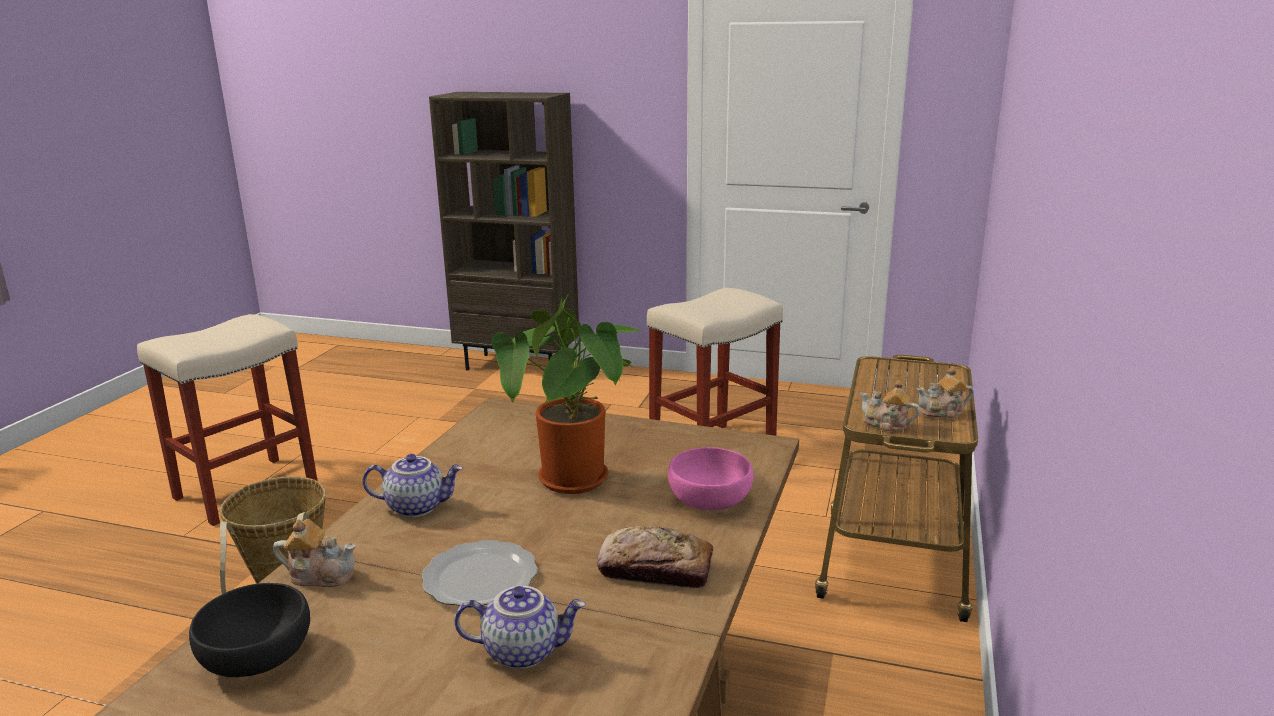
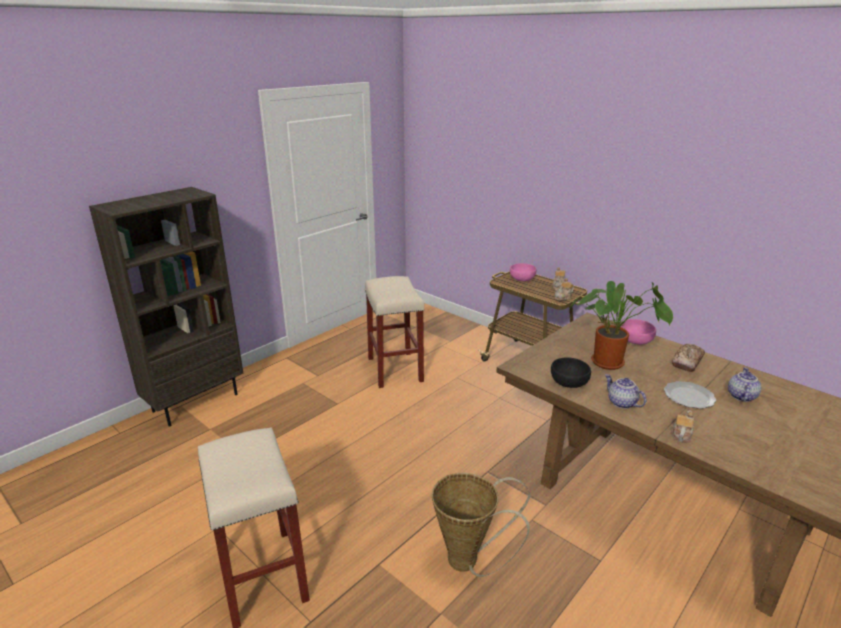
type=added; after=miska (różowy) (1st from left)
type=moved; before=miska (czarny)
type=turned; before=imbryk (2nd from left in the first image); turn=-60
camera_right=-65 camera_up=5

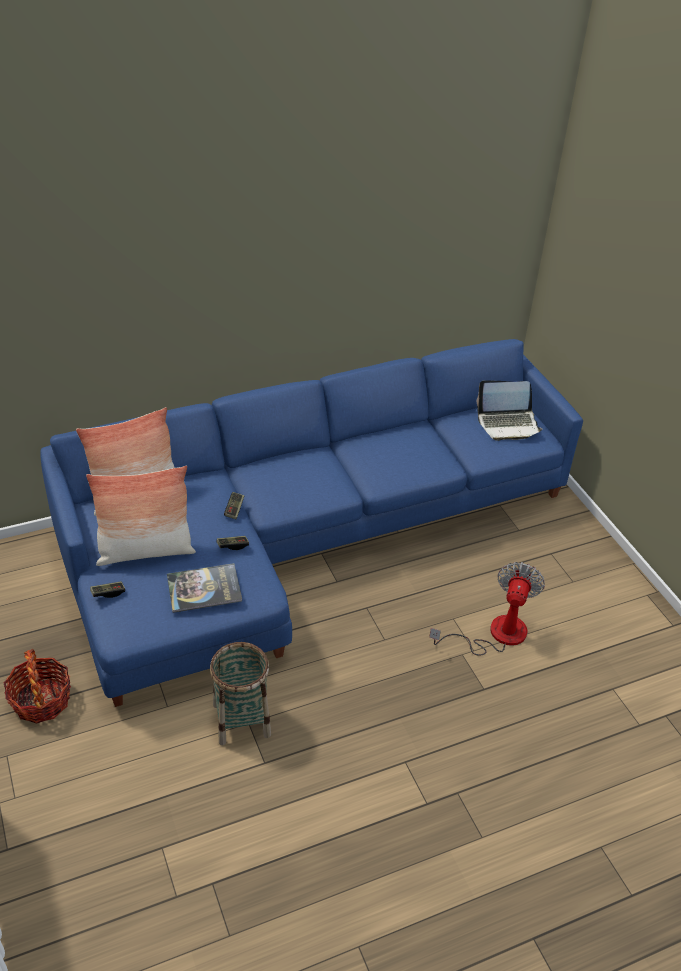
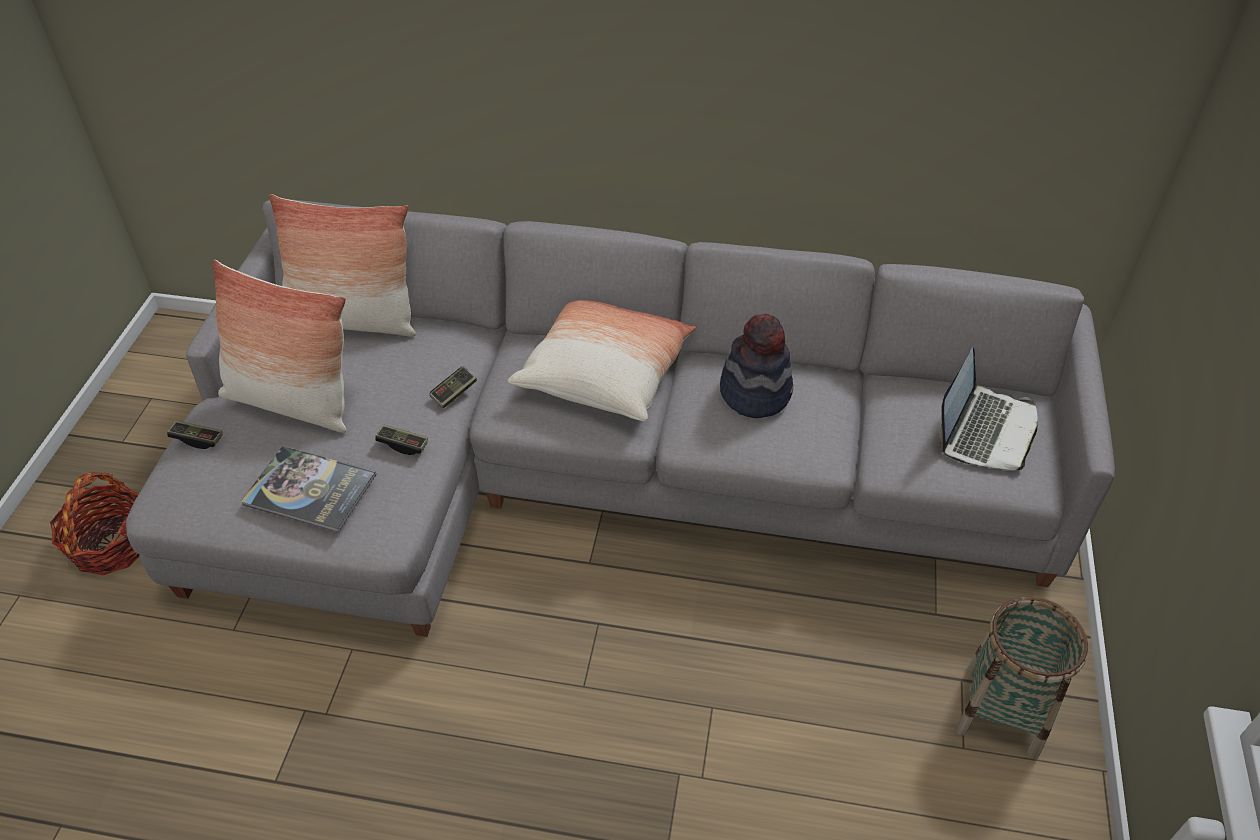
type=removed; before=wentylator
type=added; after=poduszka (3rd from left)
type=added; after=kapelusz
type=moved; before=koszyk (2nd from left)
type=recoloured; before=kanapa (niebieski); after=kanapa (szary)
type=turned; before=laptop; turn=-90
camera_right=35 camera_up=5

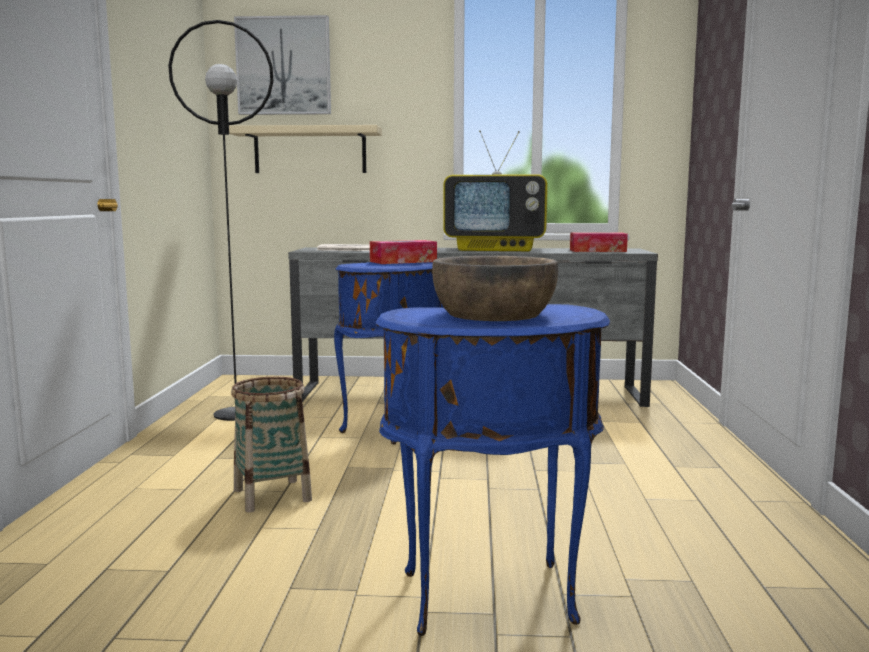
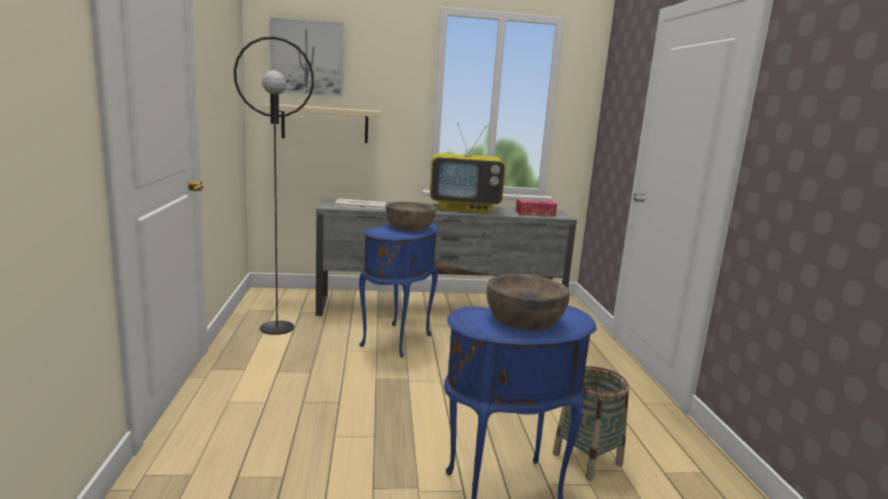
type=moved; before=koszyk
type=replaced; before=pudełko chusteczek (1st from left); after=miska (brązowy) (1st from left)
camera_right=-10 camera_up=5

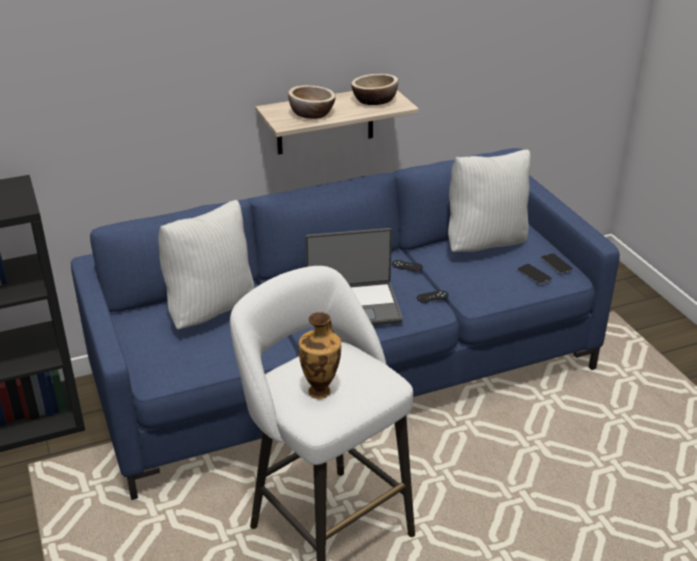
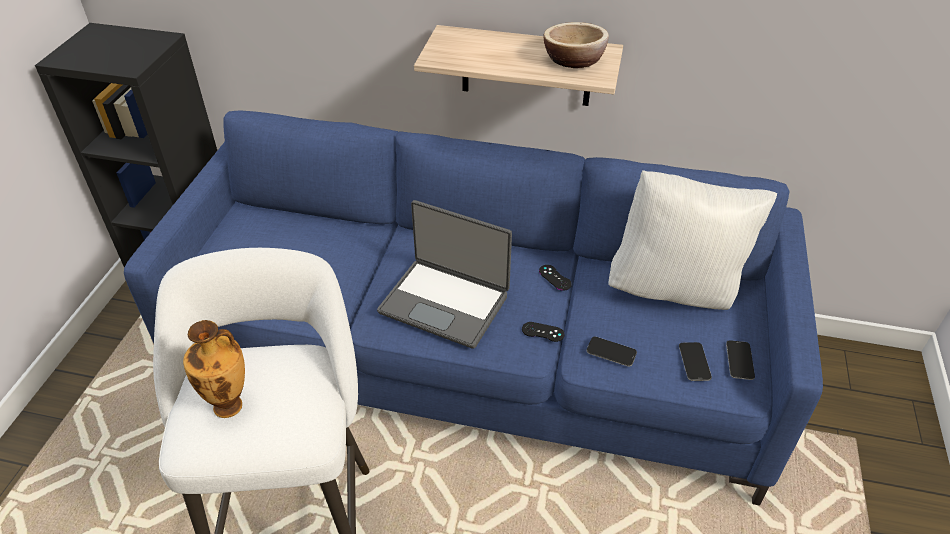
type=removed; before=poduszka (biały) (1st from left)
type=removed; before=miska (1st from left)
type=added; after=telefon (1st from left)
camera_right=35 camera_up=10

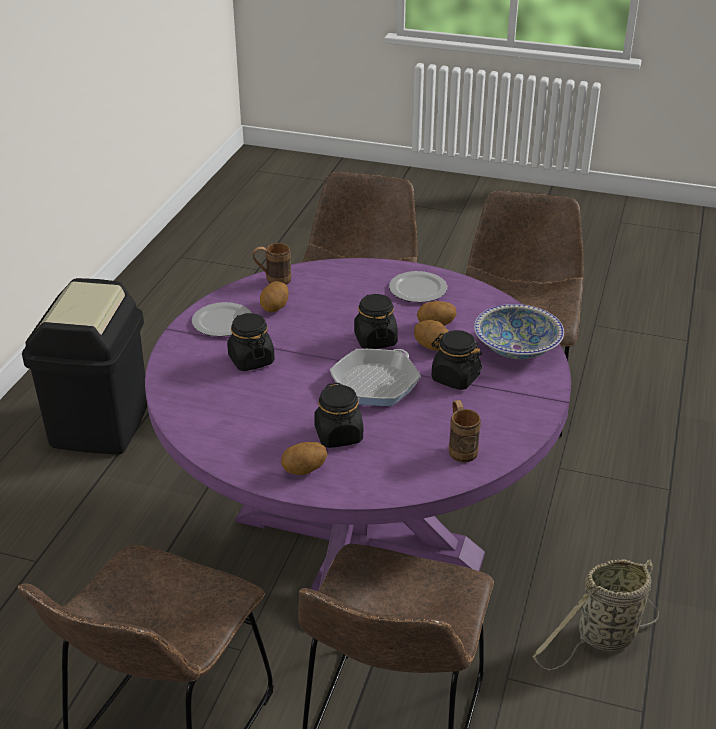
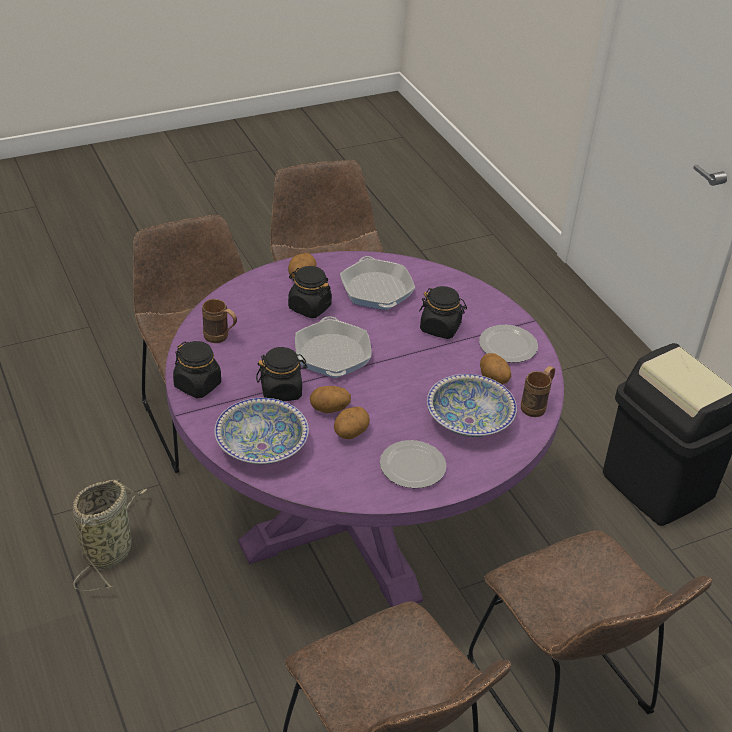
type=added; after=patelnia (2nd from left)
type=added; after=miska (2nd from left)
type=moved; before=słoik (czarny) (3rd from left in the first image); after=słoik (czarny) (1st from left)
camera_right=135 camera_up=5

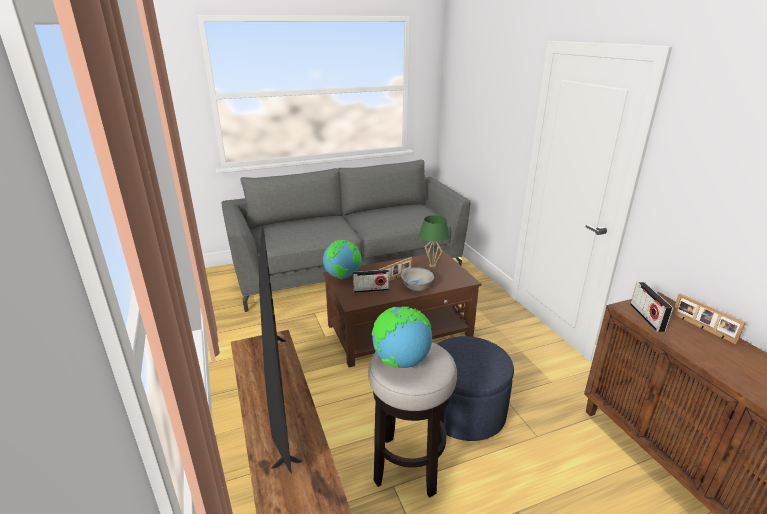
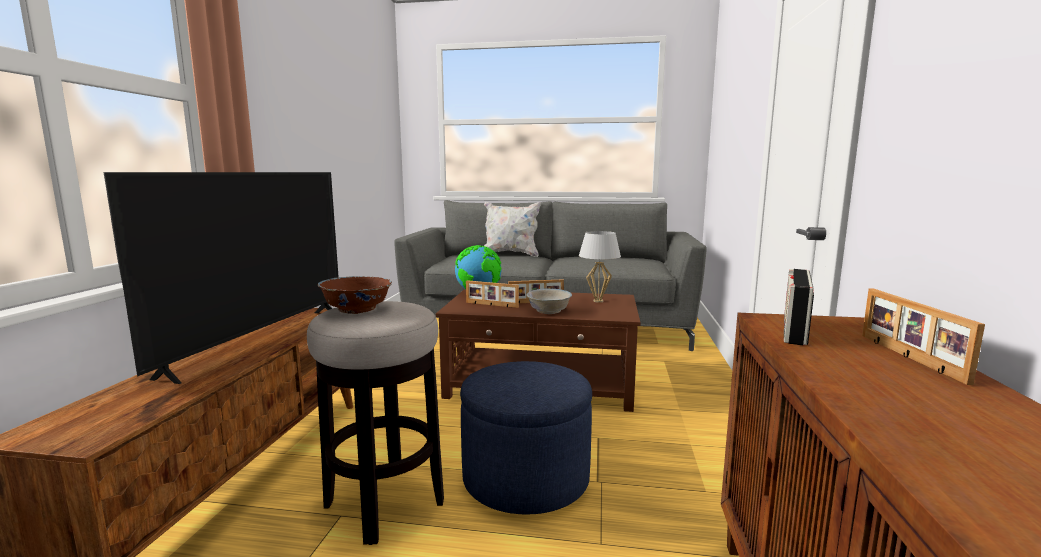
type=added; after=poduszka (biały)
type=replaced; before=radio (1st from left); after=ramka na zdjęcie (1st from left)
type=replaced; before=globus (2nd from left); after=miska (brązowy)
type=recoloured; before=lampa stołowa (zielony); after=lampa stołowa (biały)
camera_right=30 camera_up=-15

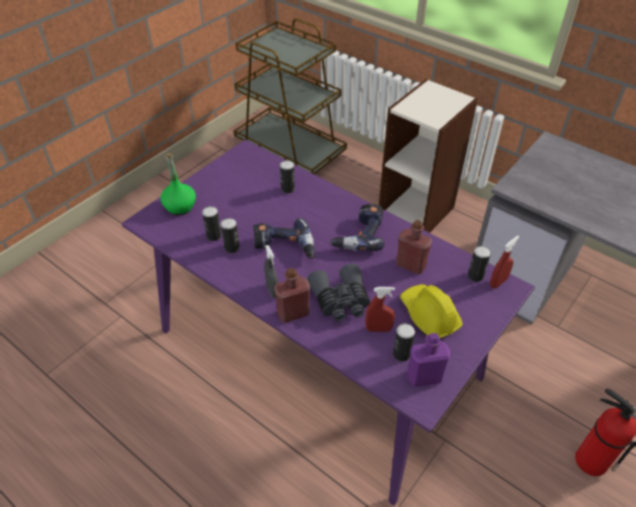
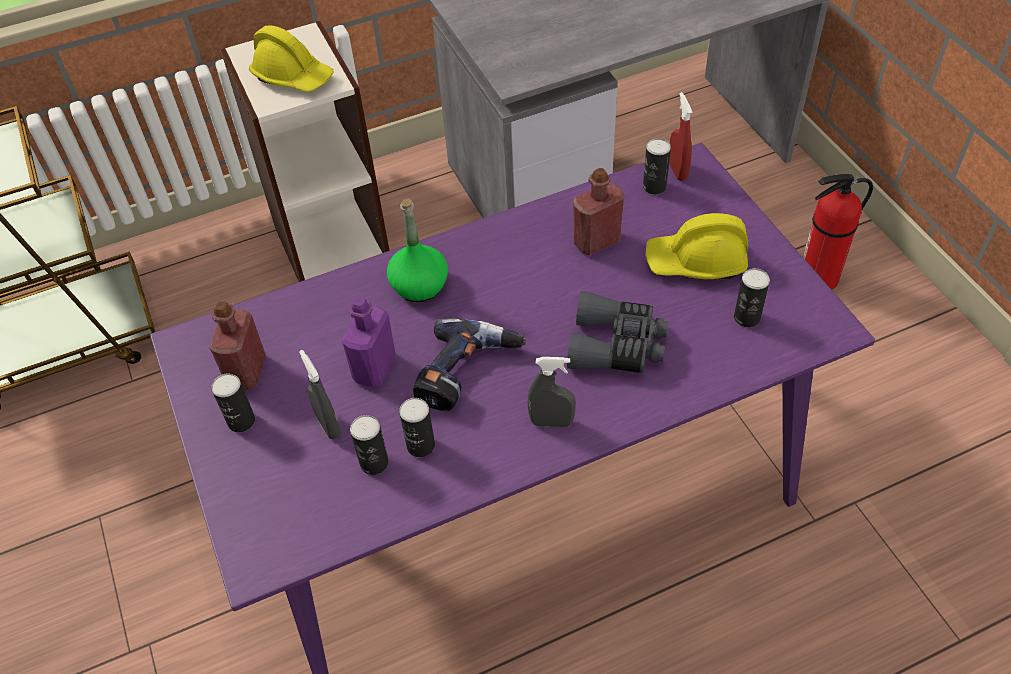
type=removed; before=wiertarka (2nd from left)
type=removed; before=spryskiwacz (czerwony) (1st from left)
type=added; after=kask (żółty) (1st from left)
type=added; after=spryskiwacz (szary) (1st from left)
type=moved; before=butelka (zielony)
type=moved; before=butelka (czerwony) (1st from left)
type=moved; before=puszka (3rd from left in the first image); after=puszka (1st from left)
type=moved; before=butelka (fioletowy)
camera_right=-60 camera_up=5

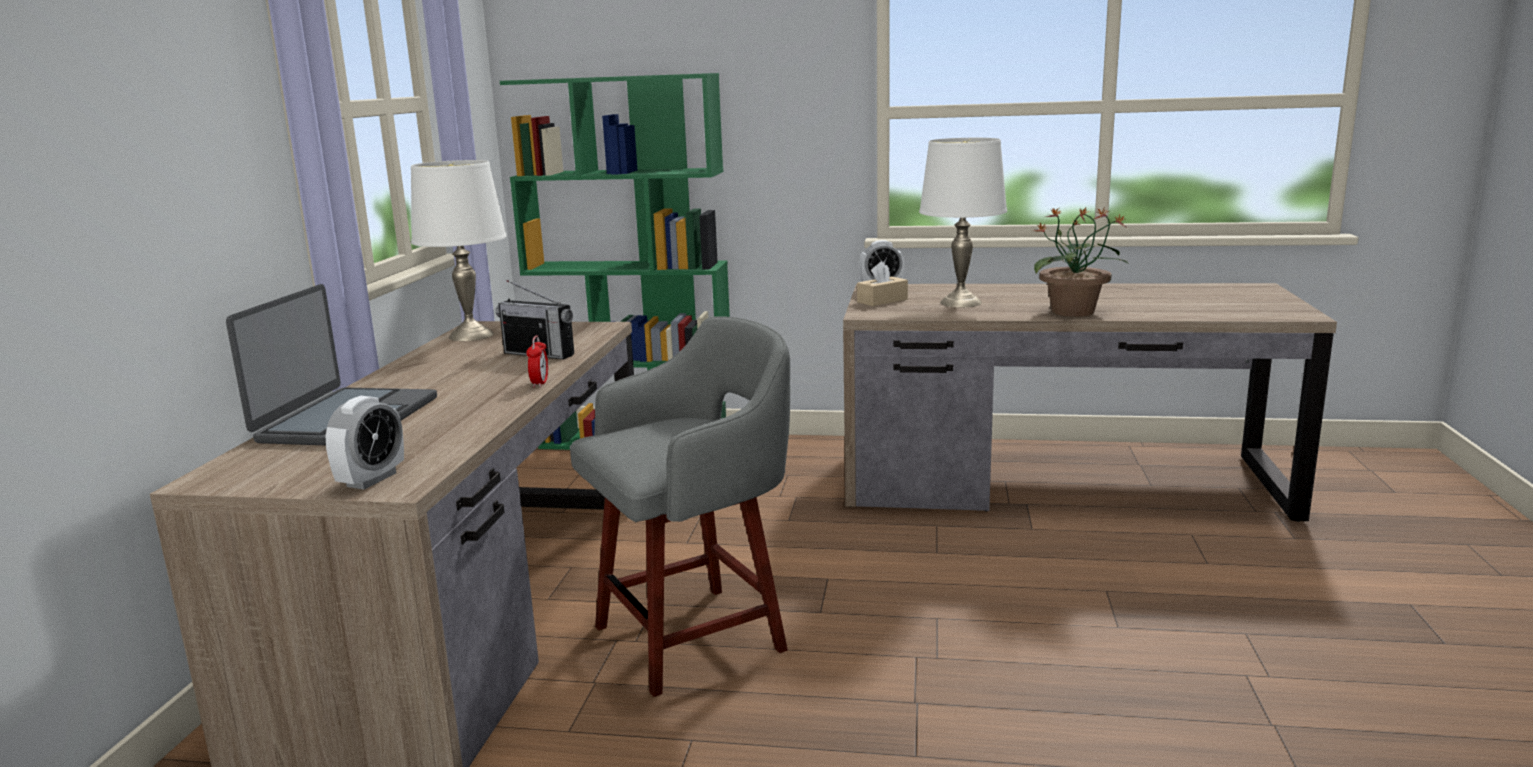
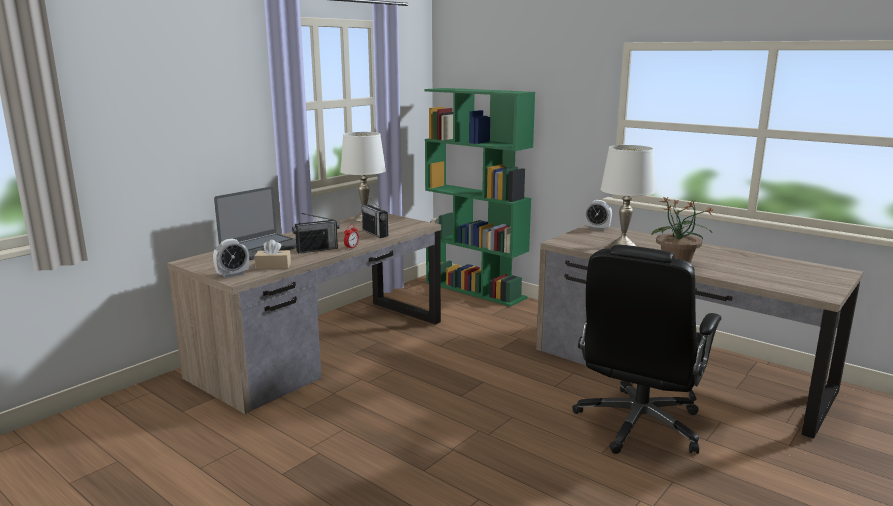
type=removed; before=stołek (szary)
type=added; after=radio (1st from left)
type=added; after=krzesło biurowe (czarny)
type=moved; before=pudełko chusteczek (beżowy)
camera_right=30 camera_up=0

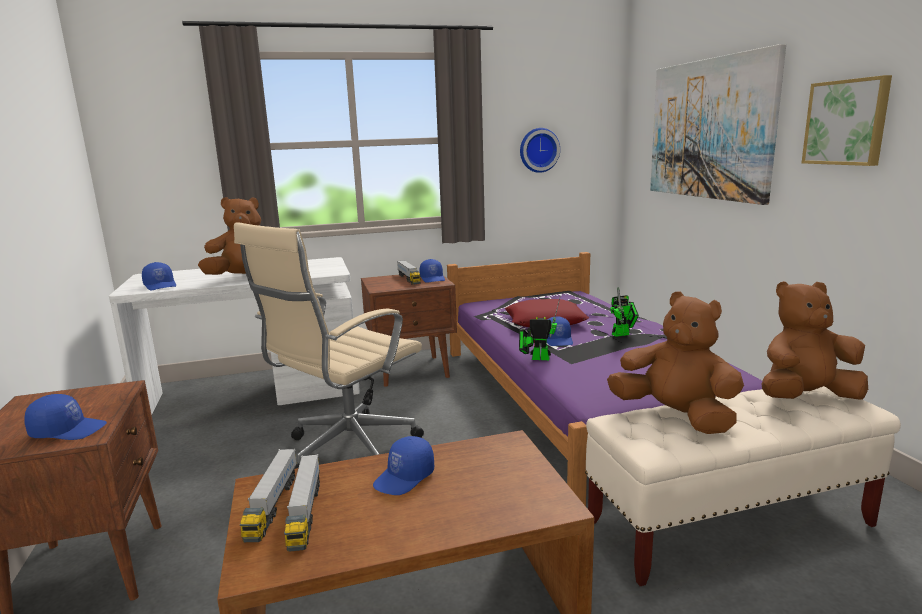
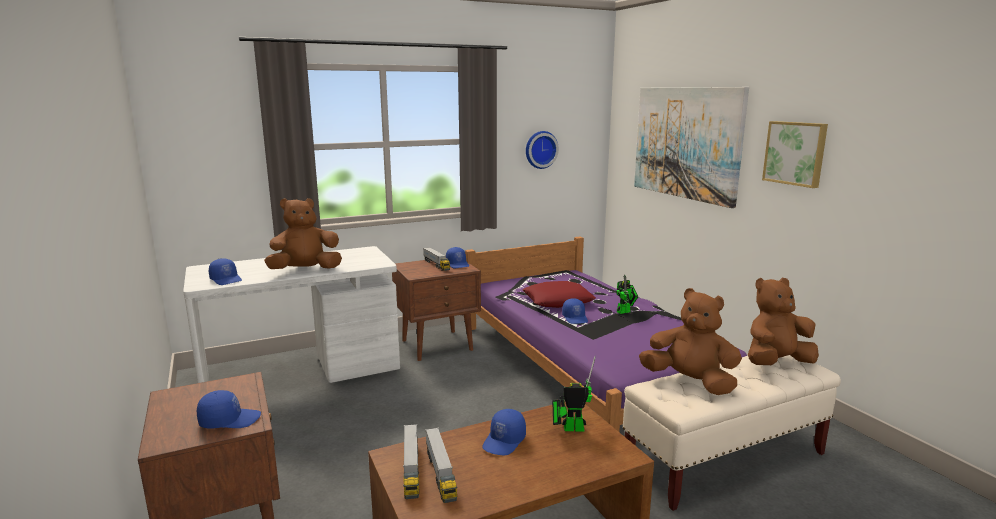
type=removed; before=krzesło biurowe (beżowy)
type=moved; before=robot zabawkowy (1st from left)
camera_right=-10 camera_up=0

